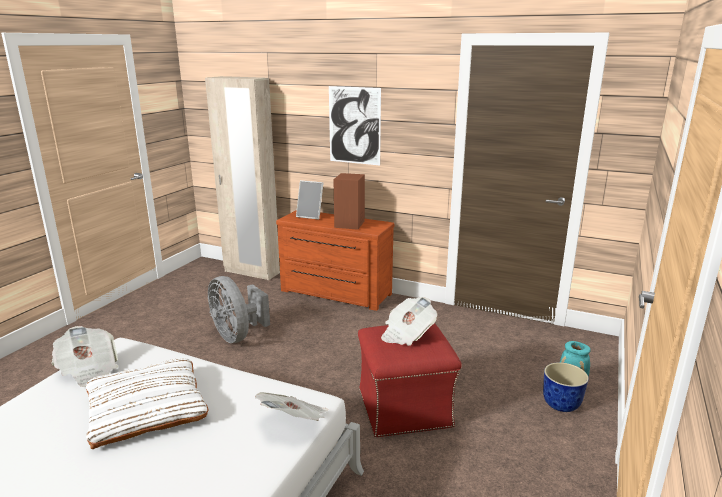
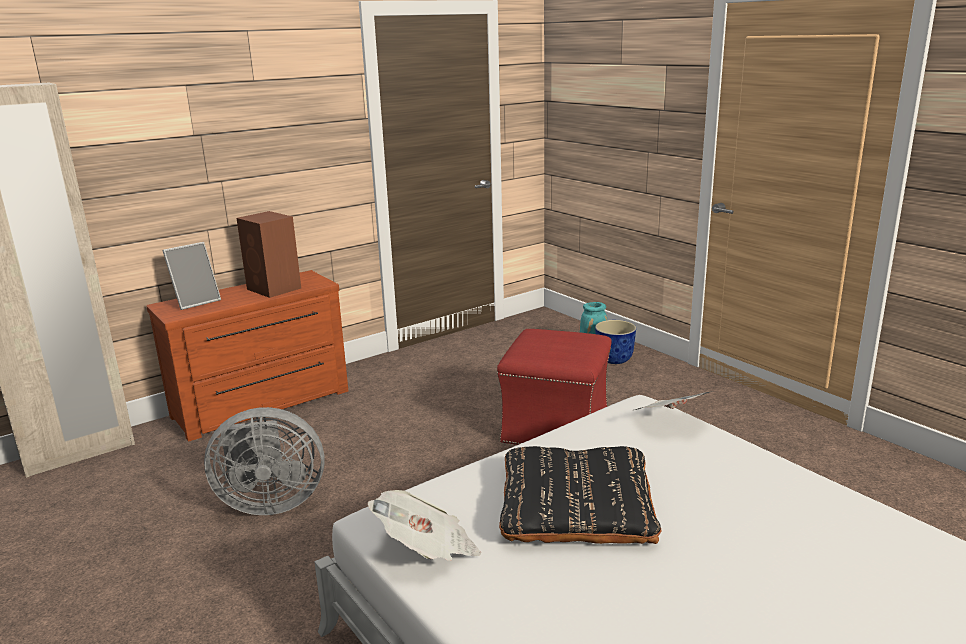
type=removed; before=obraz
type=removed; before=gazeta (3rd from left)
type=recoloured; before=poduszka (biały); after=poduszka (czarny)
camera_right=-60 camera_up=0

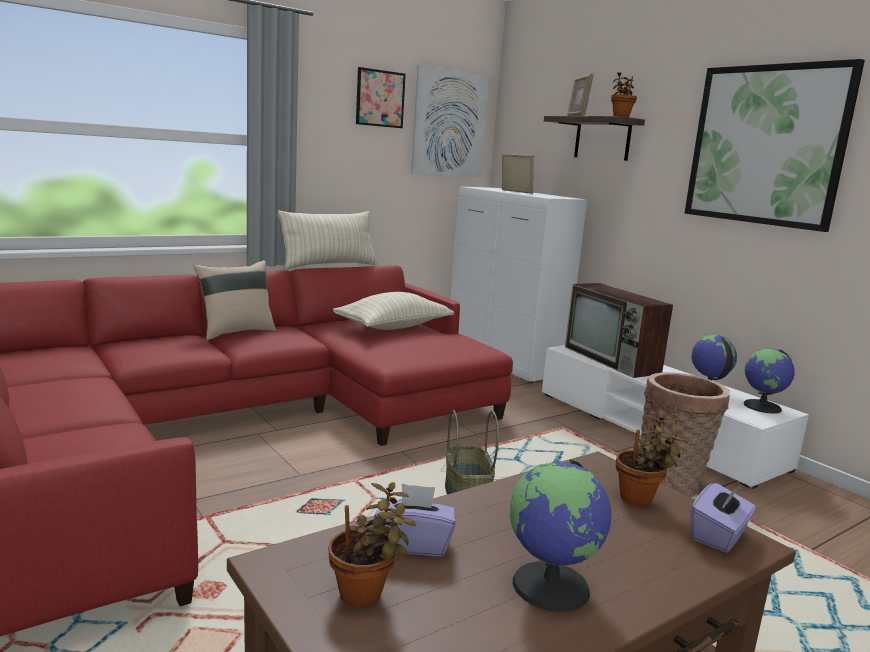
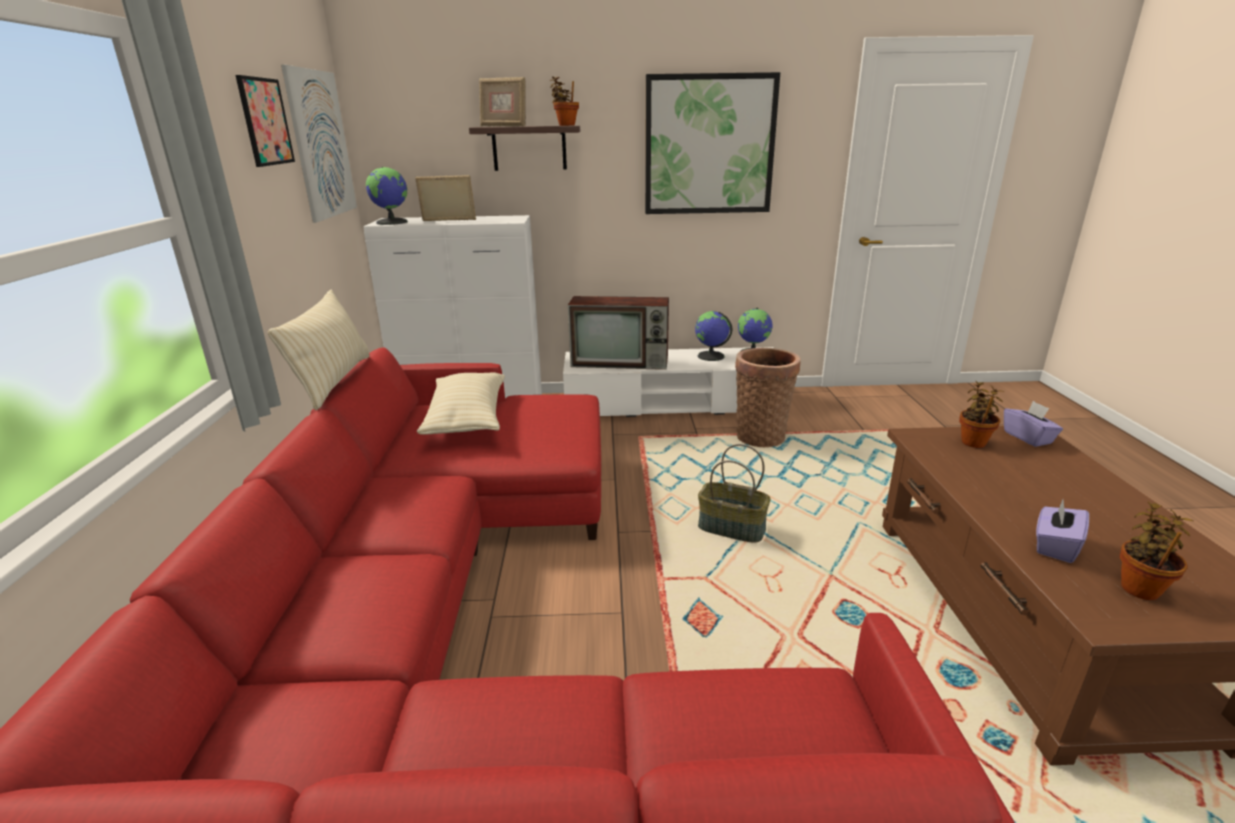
type=removed; before=poduszka (beżowy) (1st from left)
type=moved; before=globus (1st from left)
camera_right=-55 camera_up=10

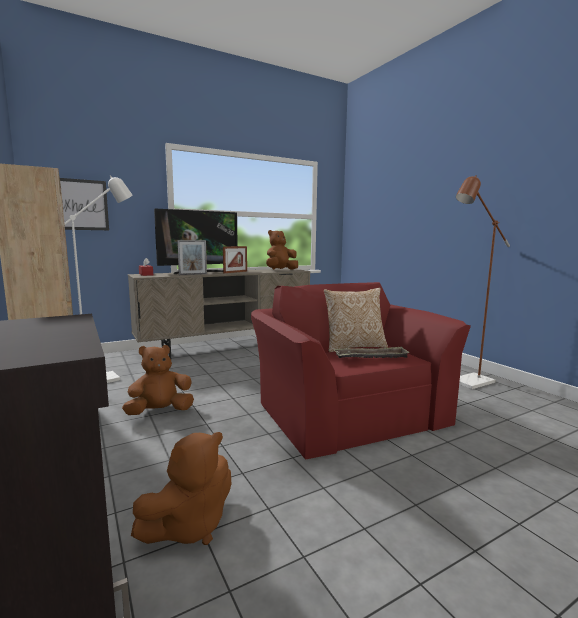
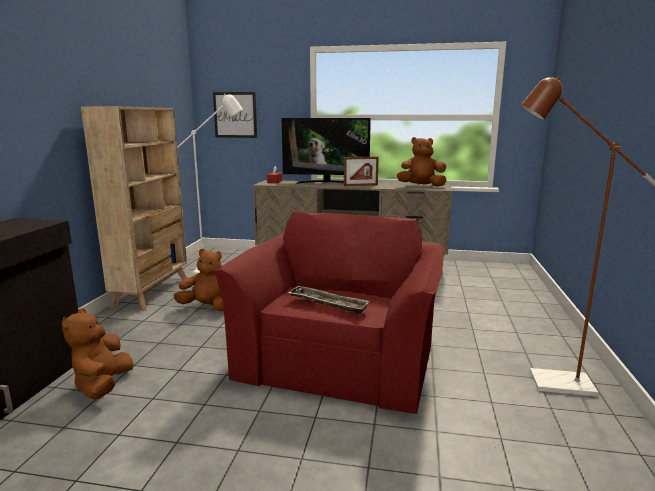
type=removed; before=ramka na zdjęcie (1st from left)
type=removed; before=poduszka
type=turned; before=pluszak (brązowy) (2nd from left in the first image); turn=90
camera_right=40 camera_up=5

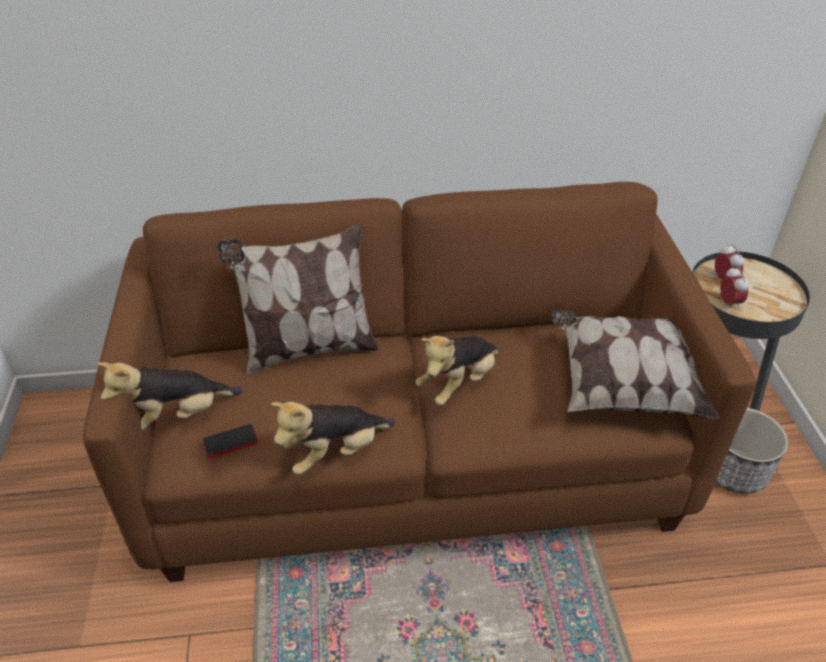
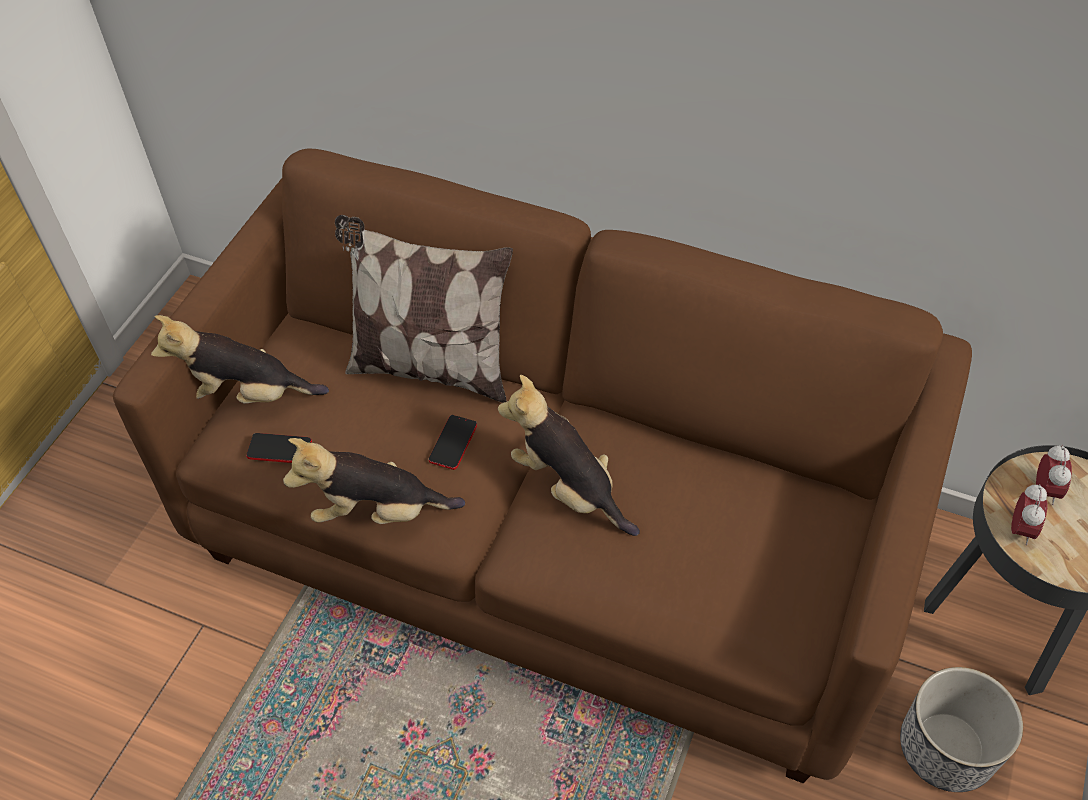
type=removed; before=poduszka (2nd from left)
type=added; after=telefon (2nd from left)
type=turned; before=pluszak (3rd from left); turn=60
camera_right=30 camera_up=10

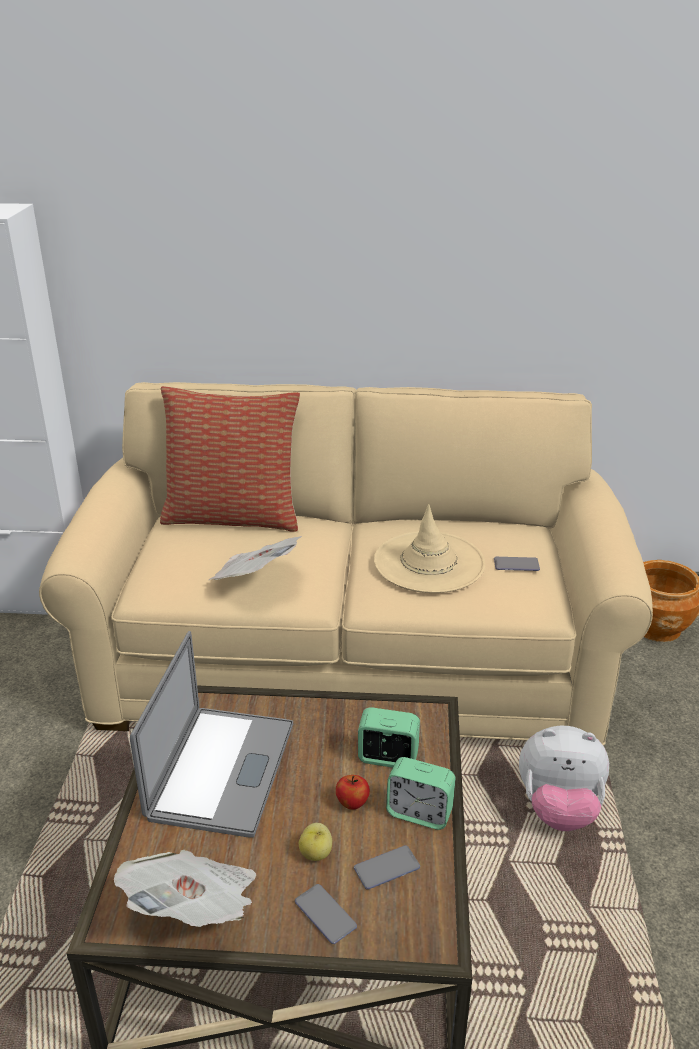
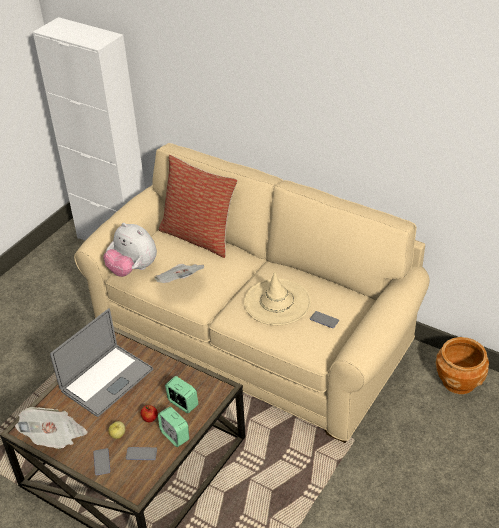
type=moved; before=pluszak
camera_right=30 camera_up=10

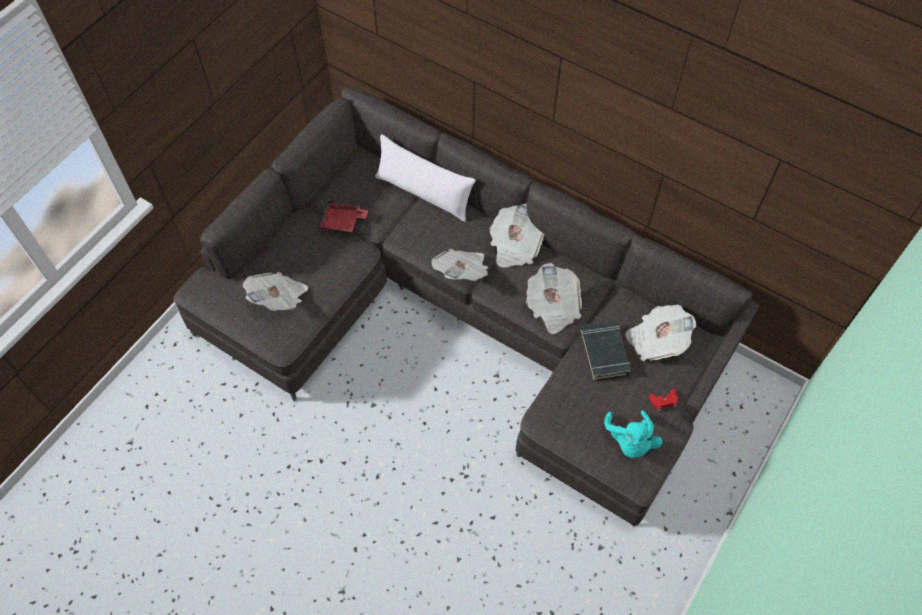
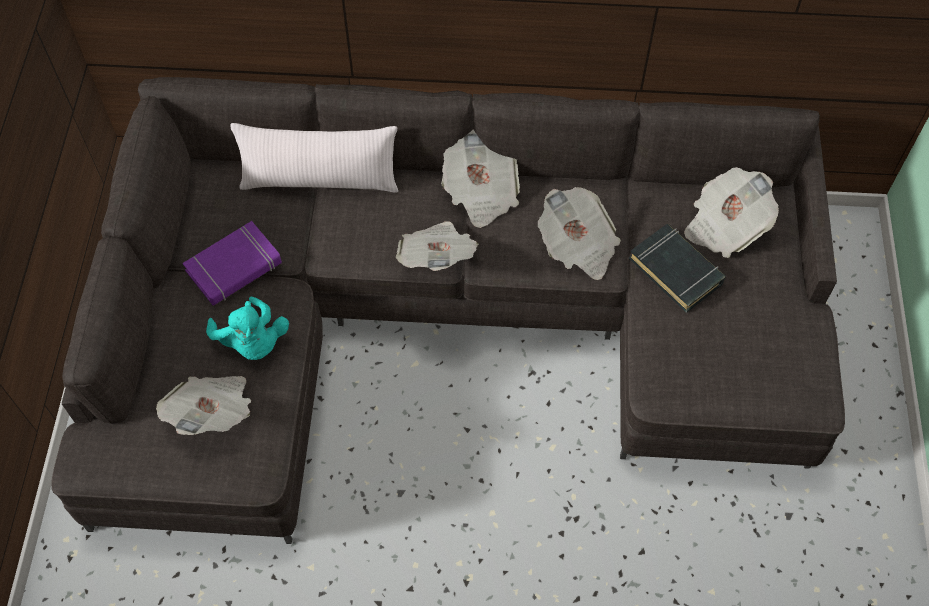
type=removed; before=pad do gier (czerwony)
type=moved; before=pluszak (turkusowy)
type=replaced; before=taca (czerwony); after=książka (fioletowy)
camera_right=-30 camera_up=0

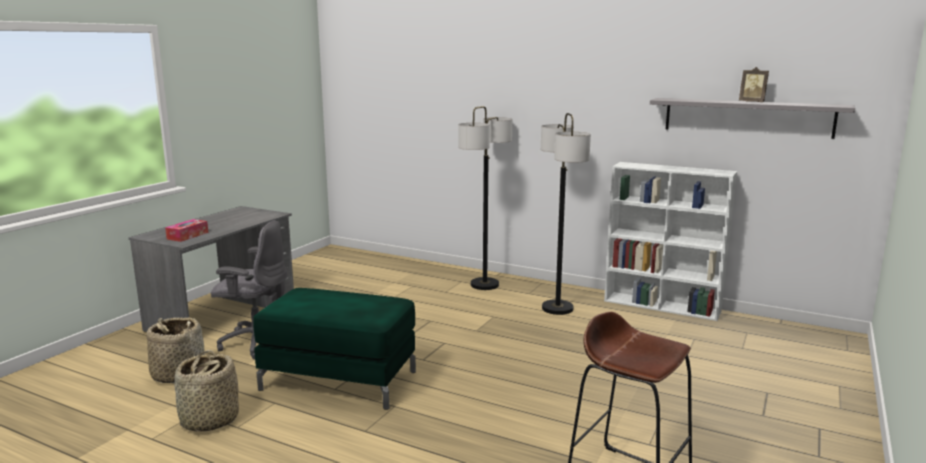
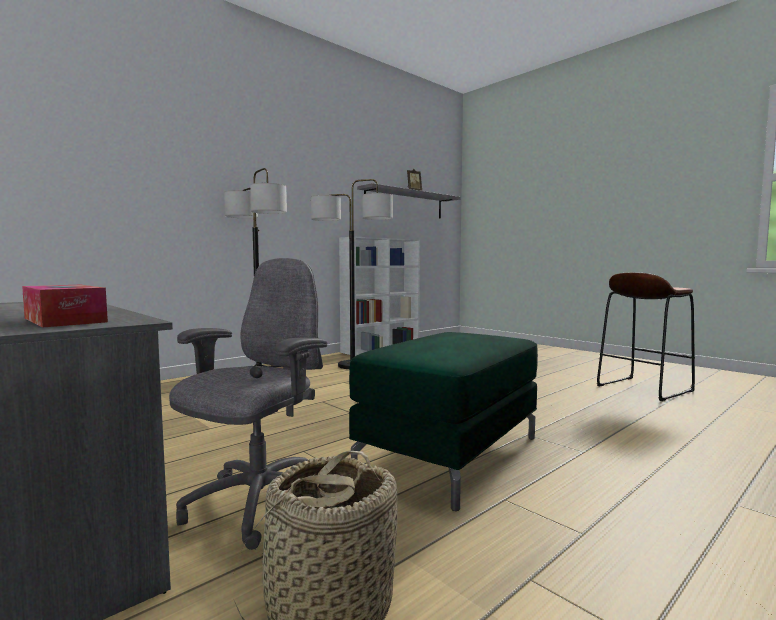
type=removed; before=koszyk (2nd from left)
camera_right=-70 camera_up=-10

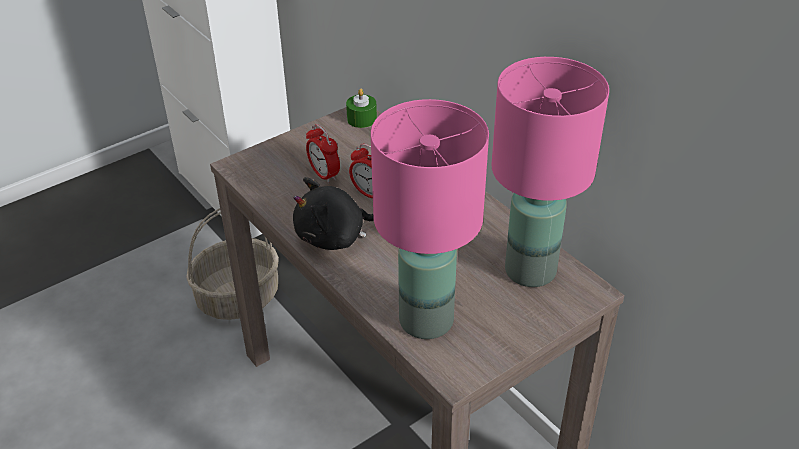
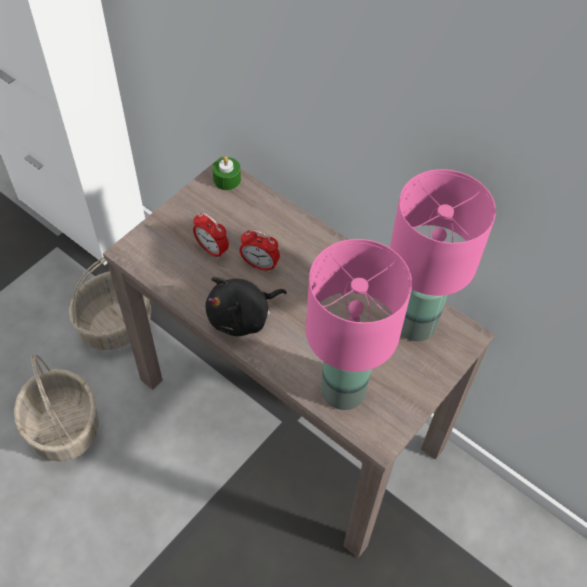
type=added; after=koszyk (1st from left)
camera_right=-15 camera_up=15

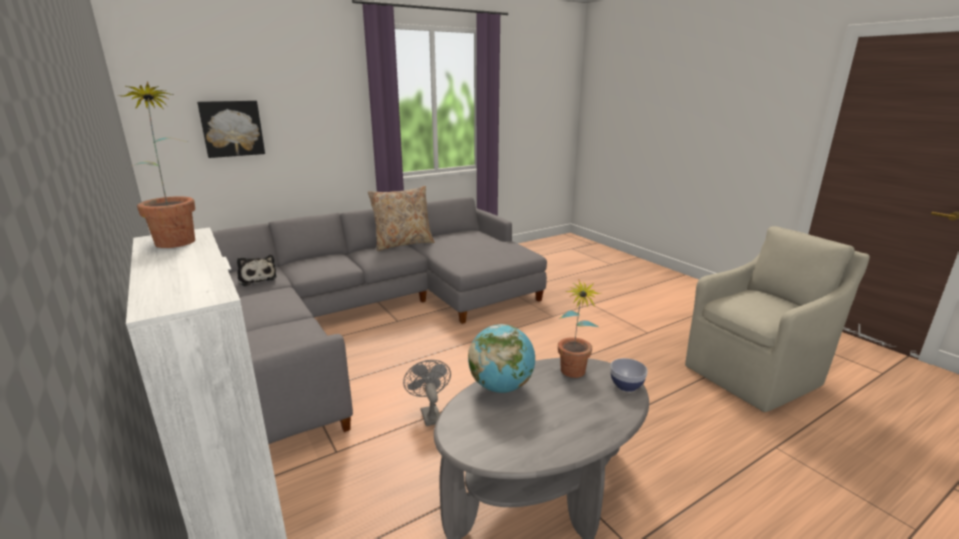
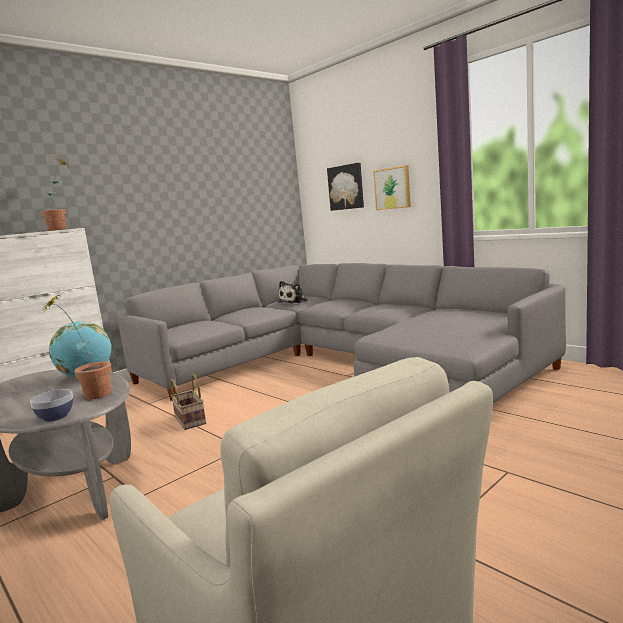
type=removed; before=poduszka (beżowy)
type=added; after=obraz (2nd from left)
type=replaced; before=wentylator (szary); after=koszyk
camera_right=80 camera_up=-10

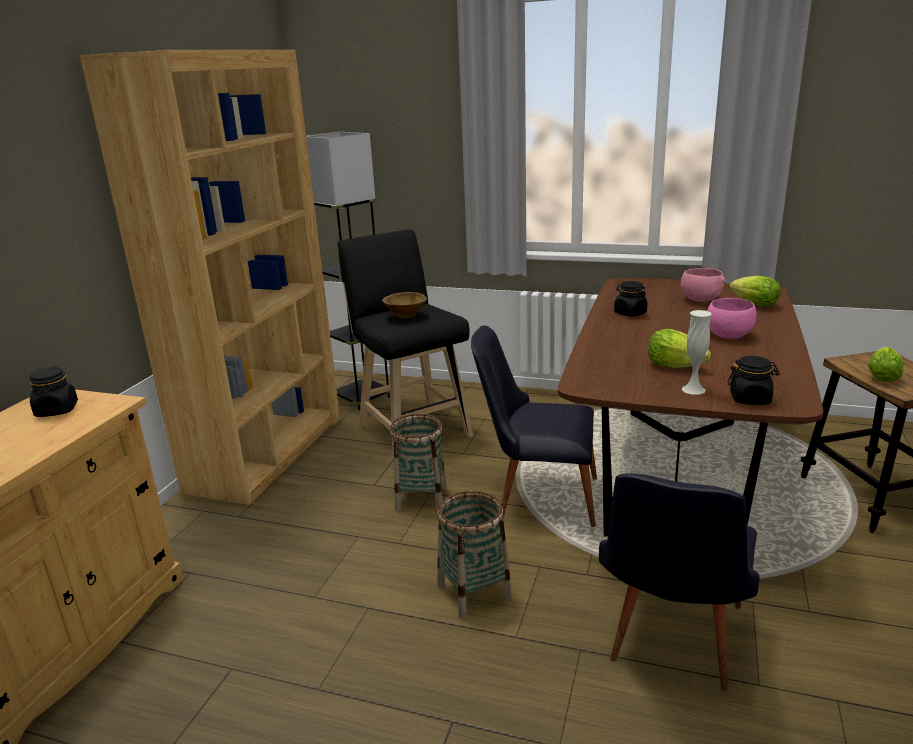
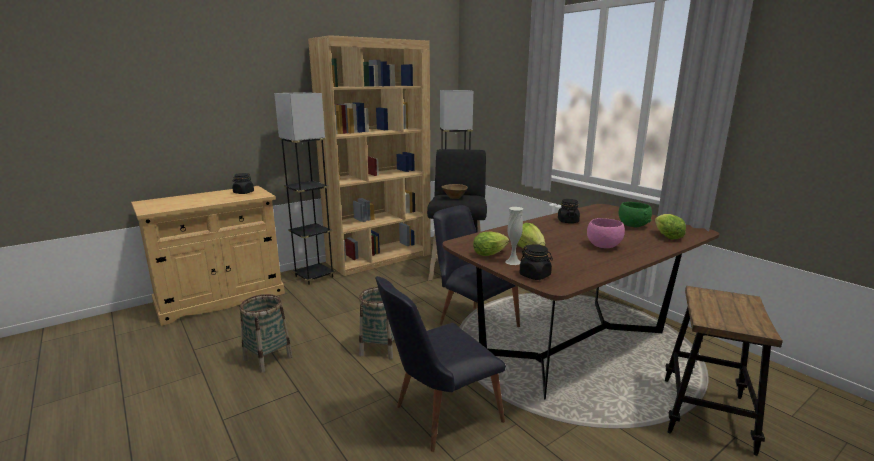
type=added; after=lampa stojąca (szary) (1st from left)
type=moved; before=koszyk (1st from left)
type=moved; before=sałata (3rd from left in the first image); after=sałata (1st from left)
type=recoloured; before=miska (różowy) (1st from left); after=miska (zielony)
camera_right=35 camera_up=-5

